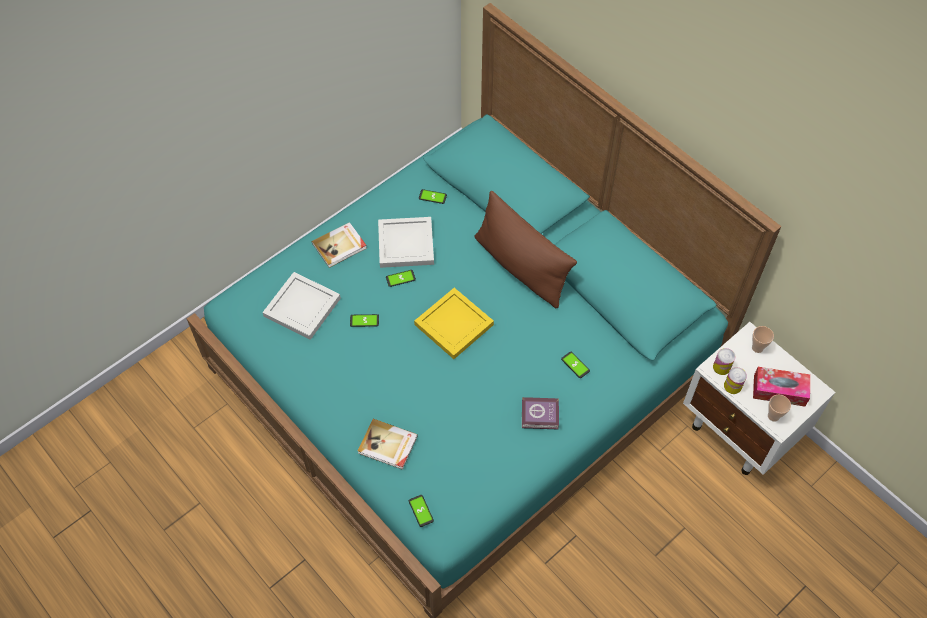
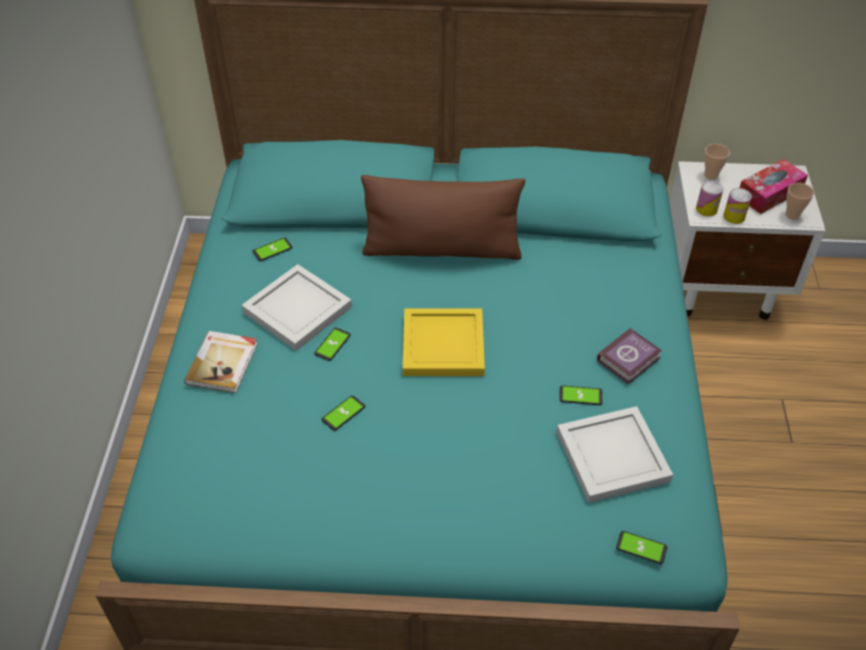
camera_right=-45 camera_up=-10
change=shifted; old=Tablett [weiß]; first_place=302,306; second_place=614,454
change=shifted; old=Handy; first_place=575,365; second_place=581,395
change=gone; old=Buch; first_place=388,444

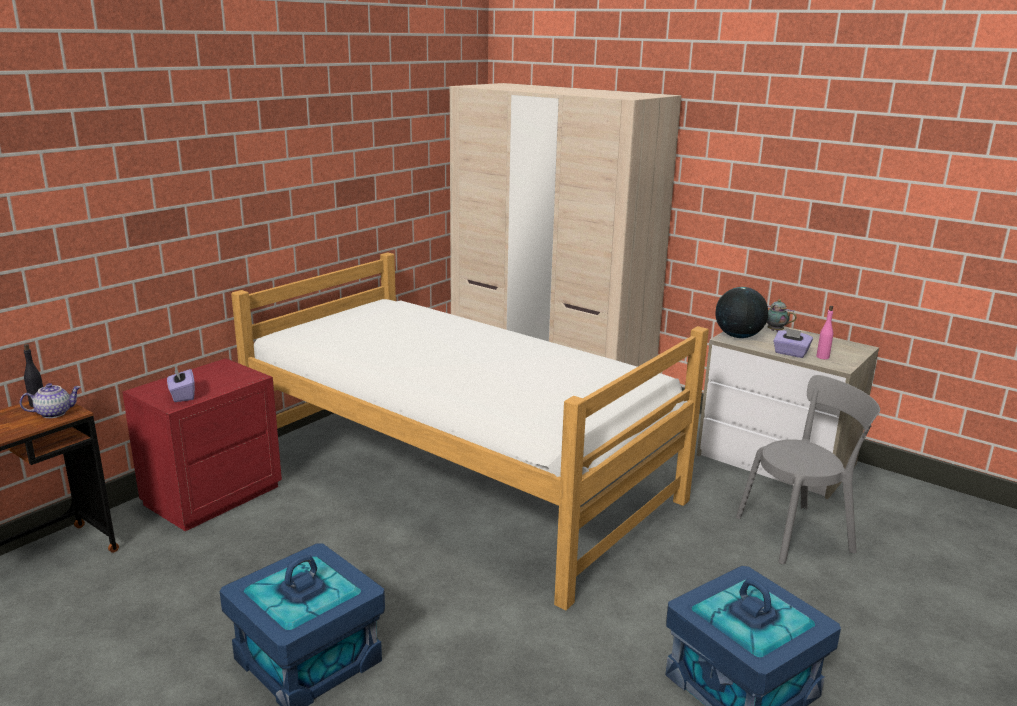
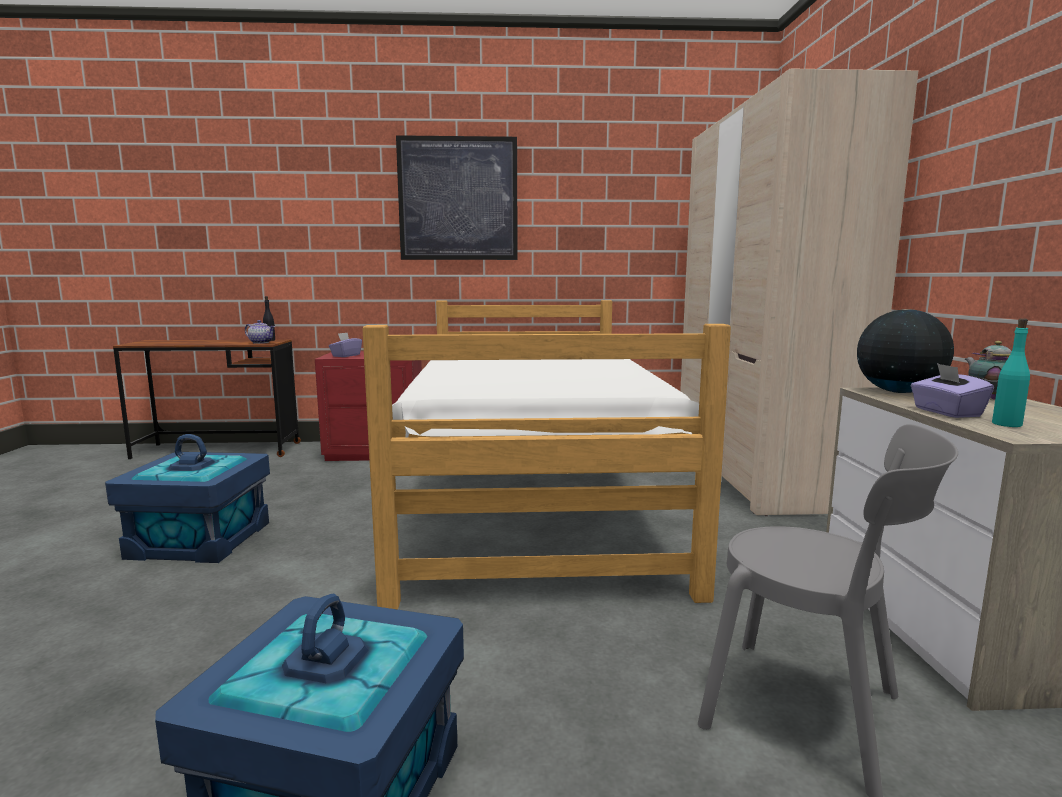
camera_right=50 camera_up=-10
change=new; new=Bild; second_place=457,197
change=repainted; old=Flasche [rosa]; new=Flasche [türkis]; first_place=824,332; second_place=1011,372

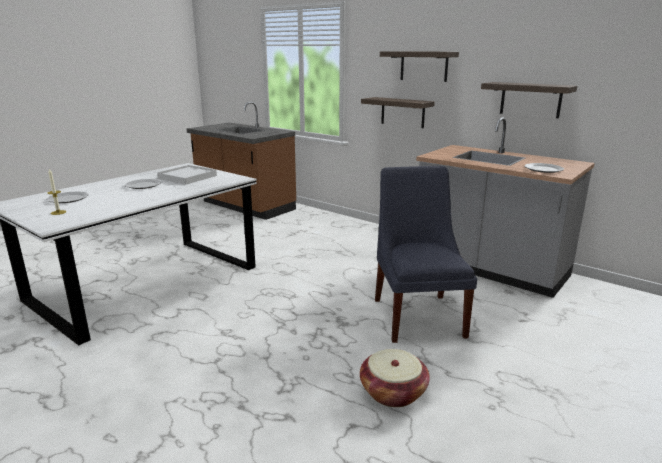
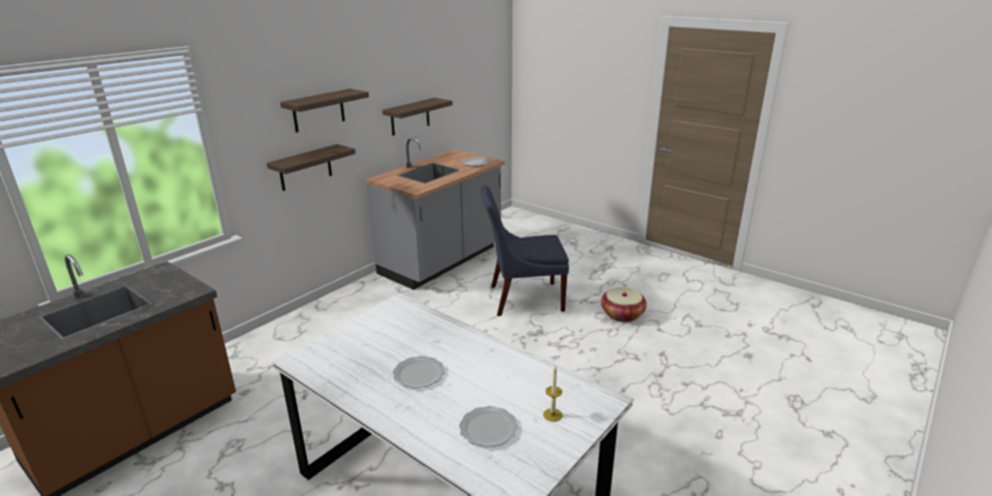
camera_right=-90 camera_up=5
change=gone; old=Tablett [weiß]; first_place=187,175

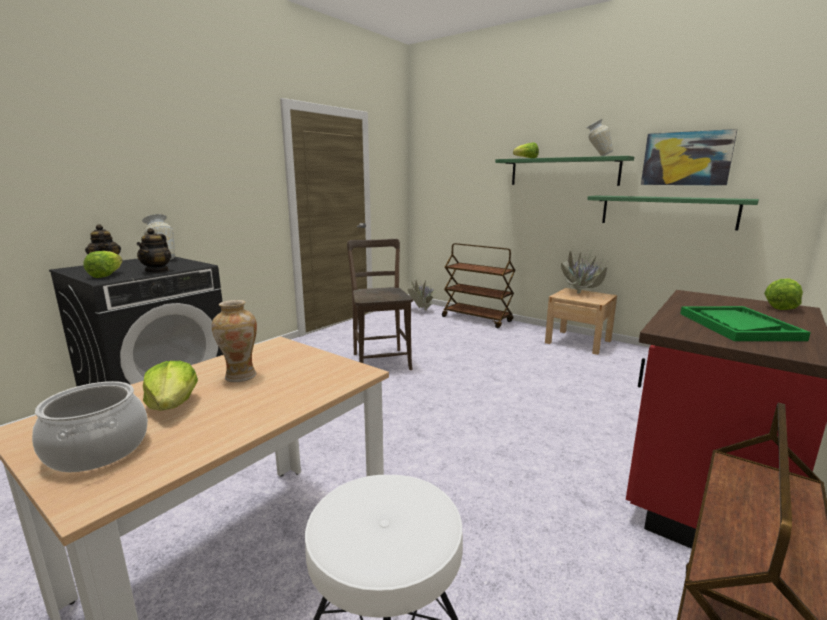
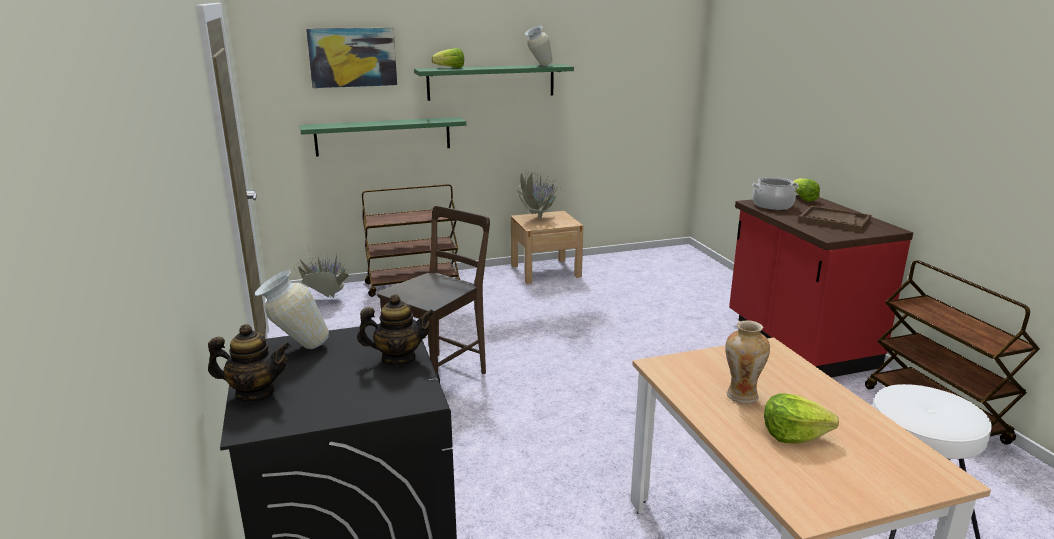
camera_right=-55 camera_up=5
change=shifted; old=Wandregal [grün]; first_place=673,213; second_place=383,136
change=shifted; old=Bild; first_place=689,157; second_place=351,58
change=rotated; old=Teekanne; first_place=153,250; second_place=396,330; degrees=-45
change=rotated; old=Stuhl [braun]; first_place=380,304; second_place=433,290; degrees=105
change=shifted; old=Kochtopf; first_place=90,426; second_place=775,193
change=repainted; old=Tablett [grün]; new=Tablett [braun]; first_place=745,323; second_place=834,219
change=gone; old=Salatkopf; first_place=102,264

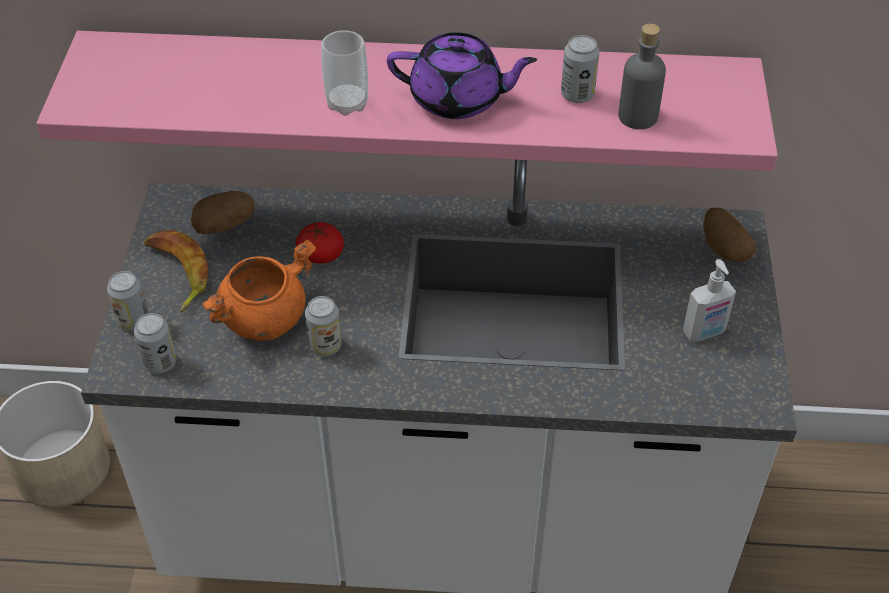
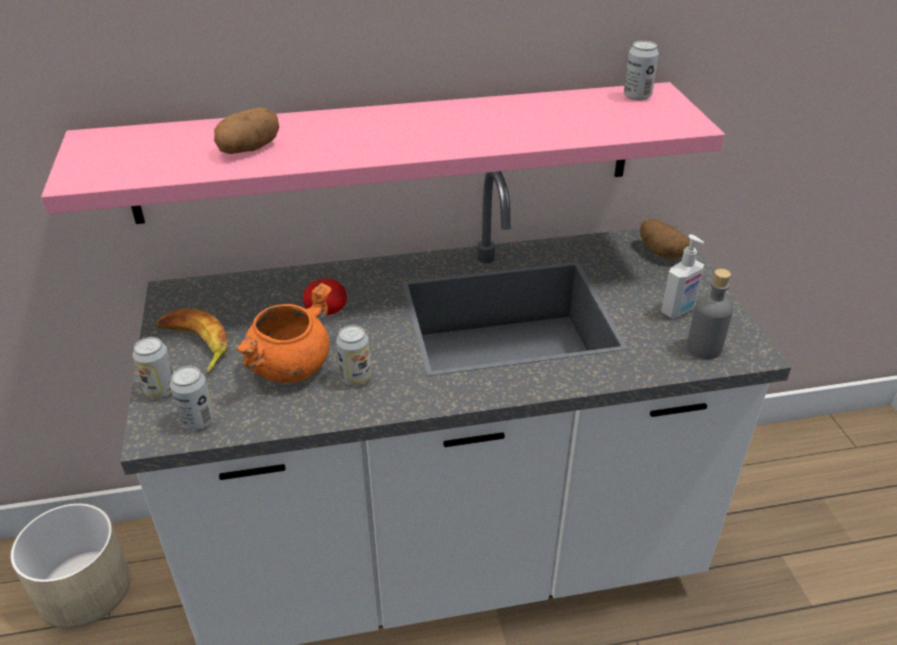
camera_right=-15 camera_up=-10
change=shifted; old=Kartoffel; first_place=223,212; second_place=246,131
change=shifted; old=Dose; first_place=580,69; second_place=641,71
change=shifted; old=Flasche [grau]; first_place=642,76; second_place=710,314
change=gone; old=Tasse; first_place=344,73
change=gone; old=Teekanne [lila]; first_place=462,75

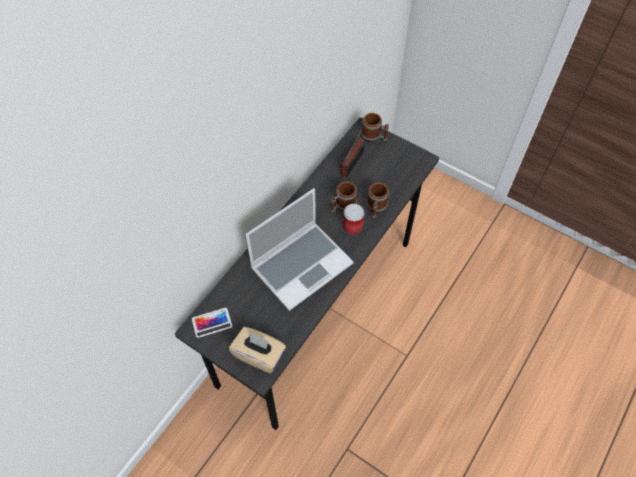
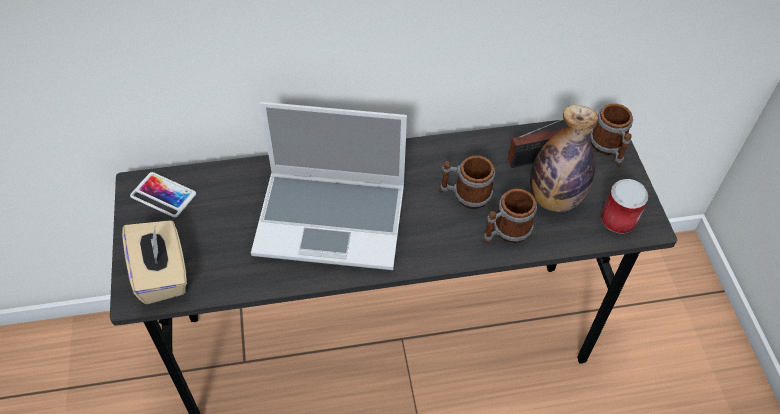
camera_right=45 camera_up=-5
change=new; new=Flasche; second_place=564,158
change=shifted; old=Dose; first_place=354,219; second_place=625,206

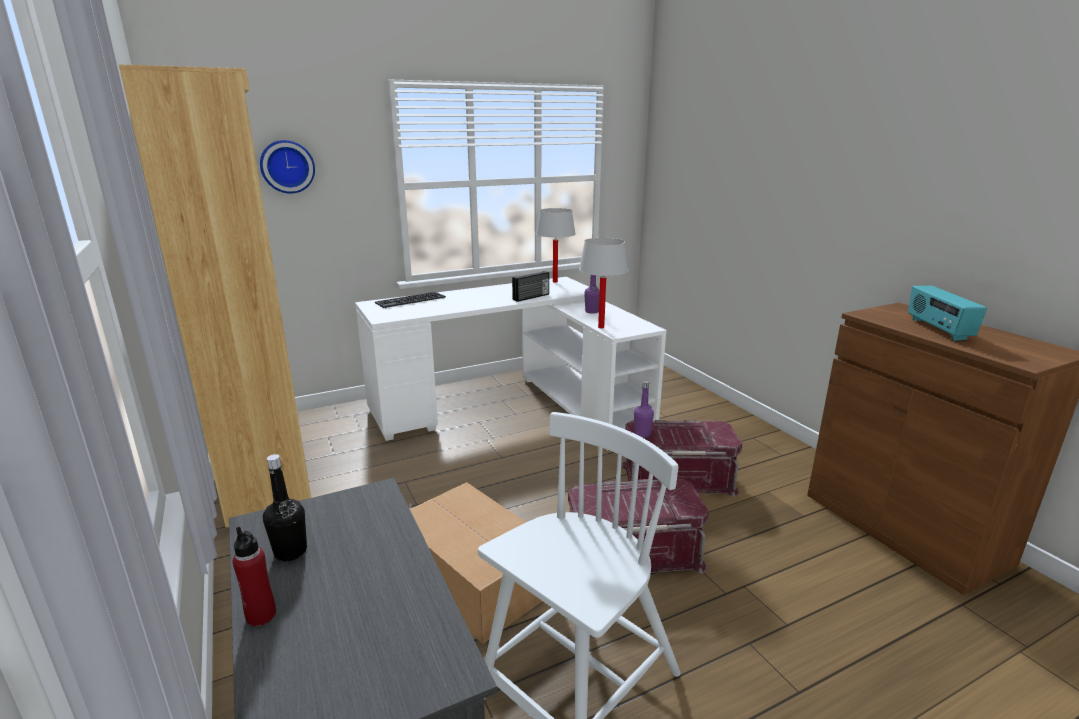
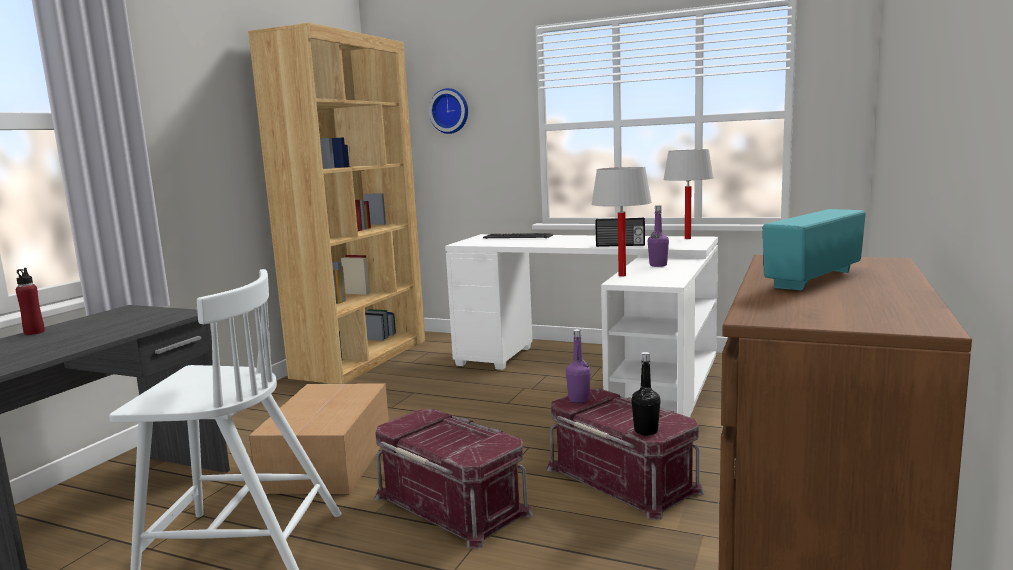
camera_right=50 camera_up=-10
change=shifted; old=Flasche [schwarz]; first_place=285,507; second_place=646,393

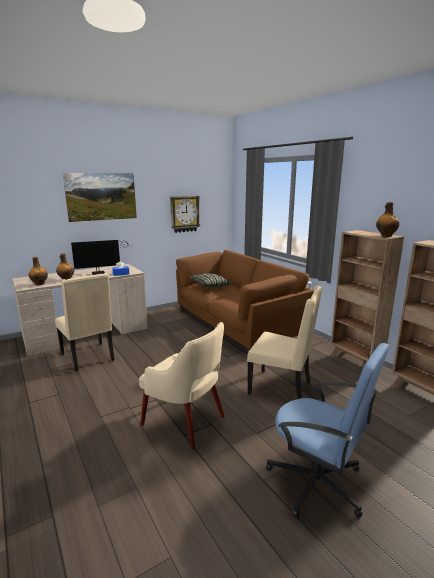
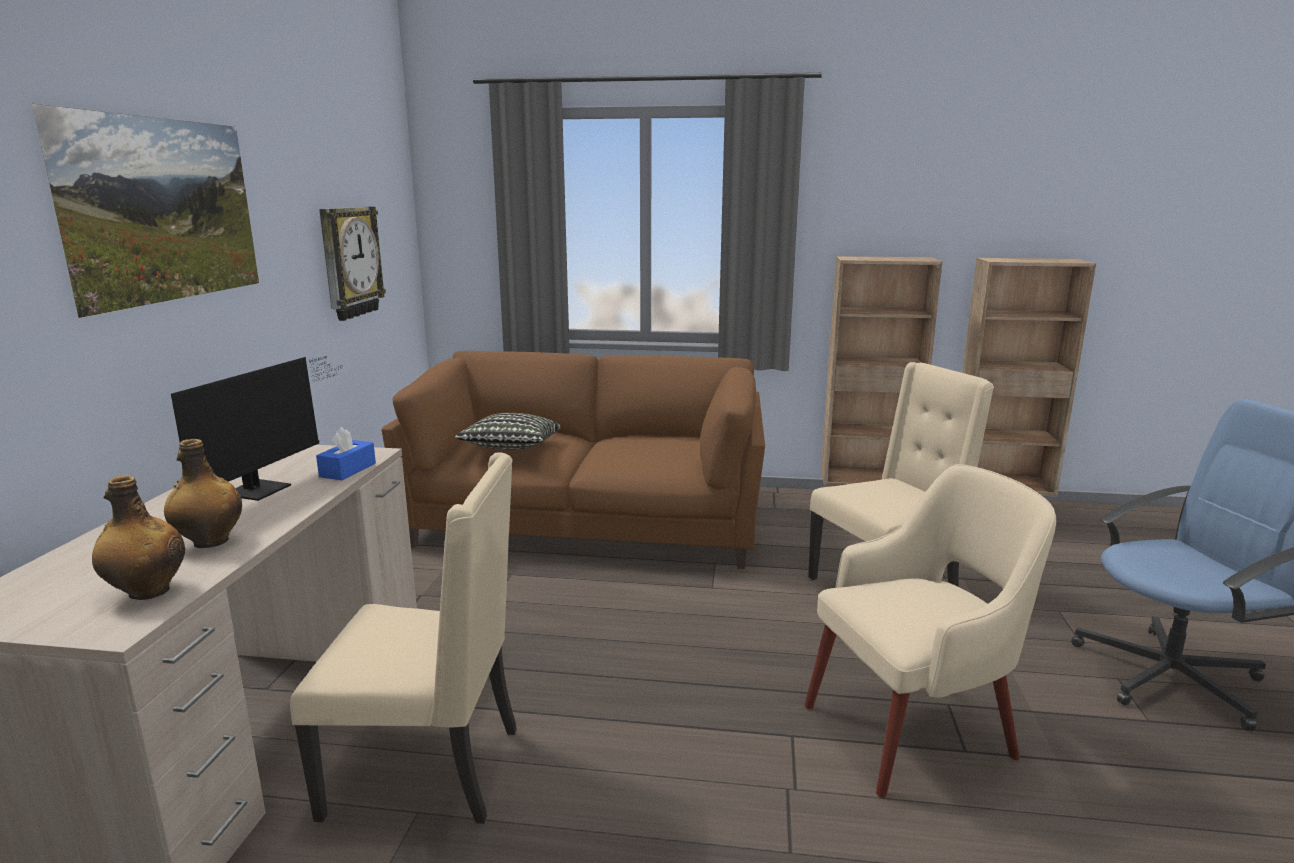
camera_right=-50 camera_up=0
change=gone; old=Flasche; first_place=387,219

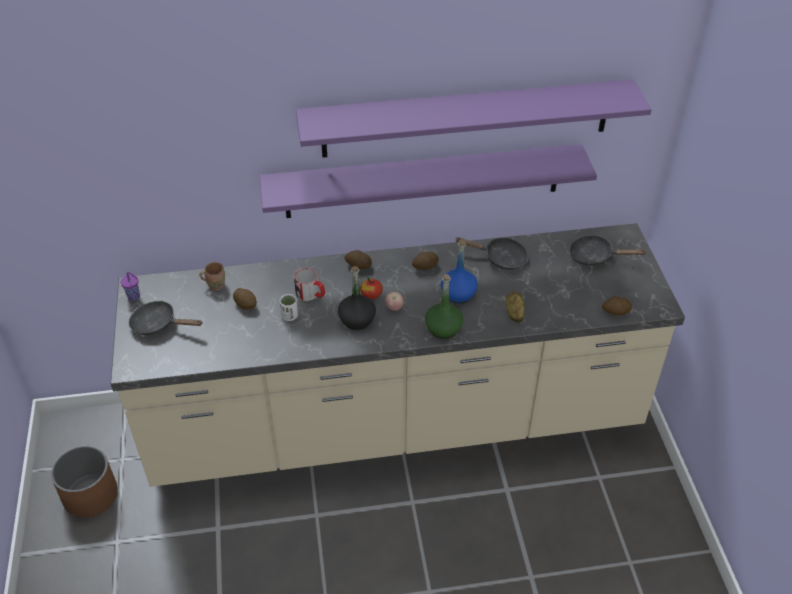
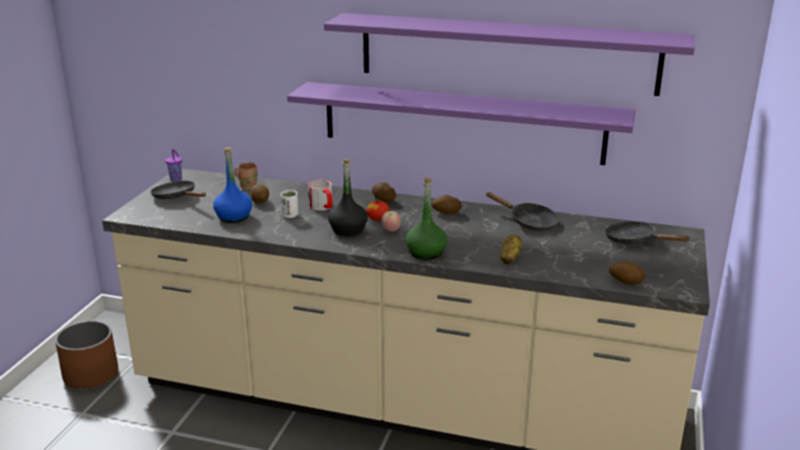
camera_right=25 camera_up=-20
change=shifted; old=Flasche [blau]; first_place=459,271; second_place=232,185

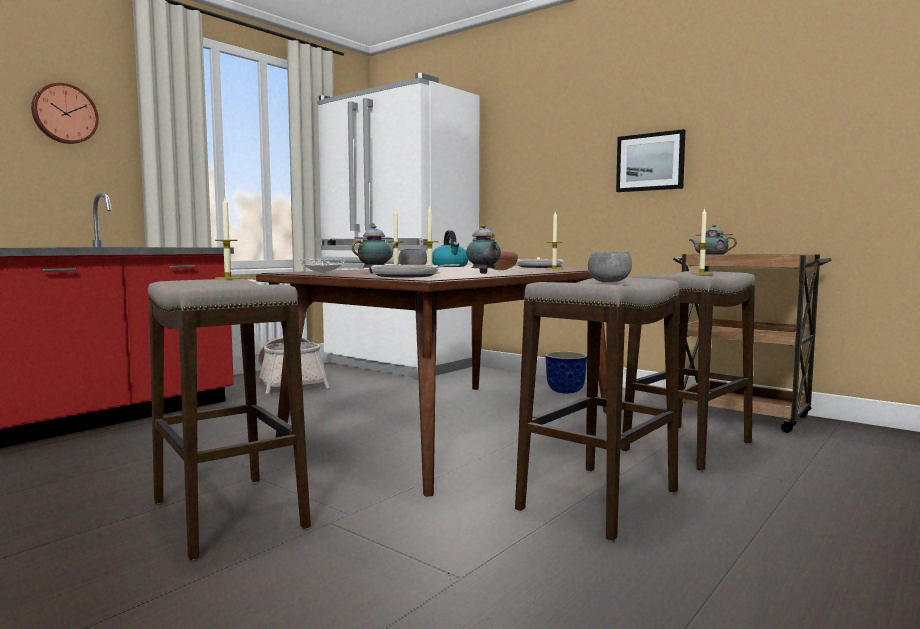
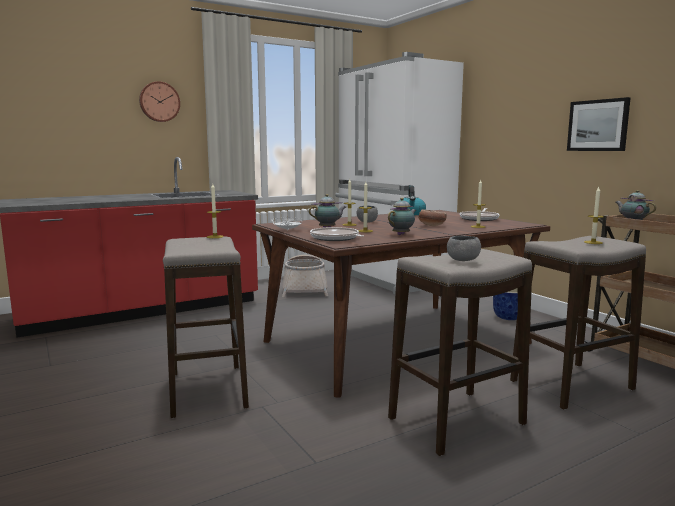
camera_right=20 camera_up=5
change=rotated; old=Teekanne; first_place=483,249; second_place=402,216; degrees=-135

